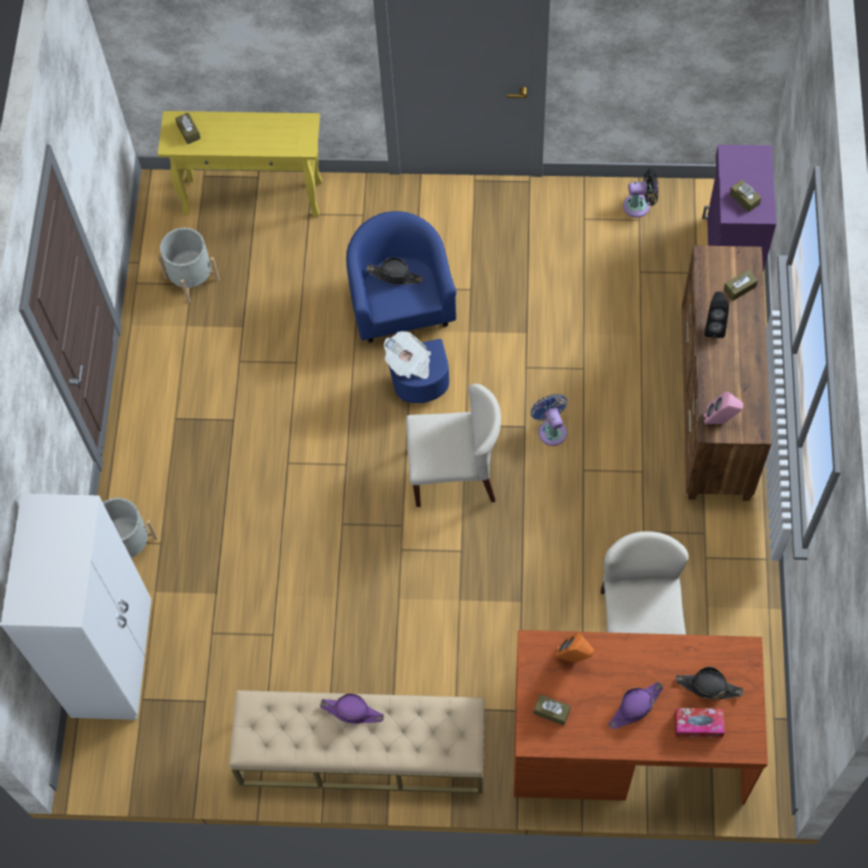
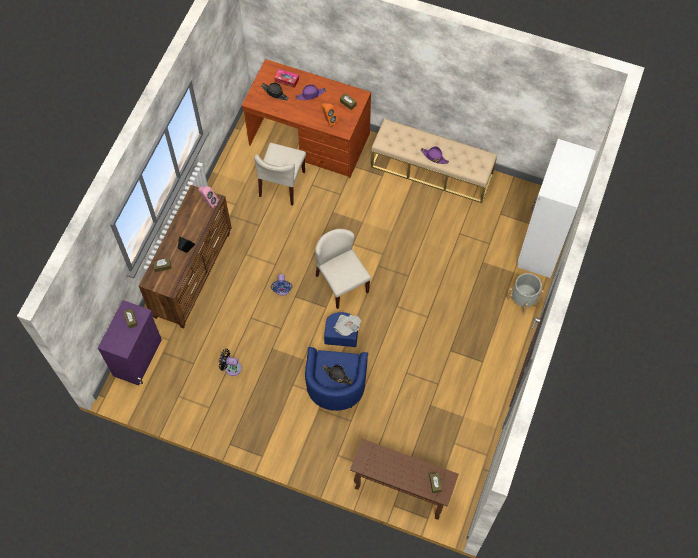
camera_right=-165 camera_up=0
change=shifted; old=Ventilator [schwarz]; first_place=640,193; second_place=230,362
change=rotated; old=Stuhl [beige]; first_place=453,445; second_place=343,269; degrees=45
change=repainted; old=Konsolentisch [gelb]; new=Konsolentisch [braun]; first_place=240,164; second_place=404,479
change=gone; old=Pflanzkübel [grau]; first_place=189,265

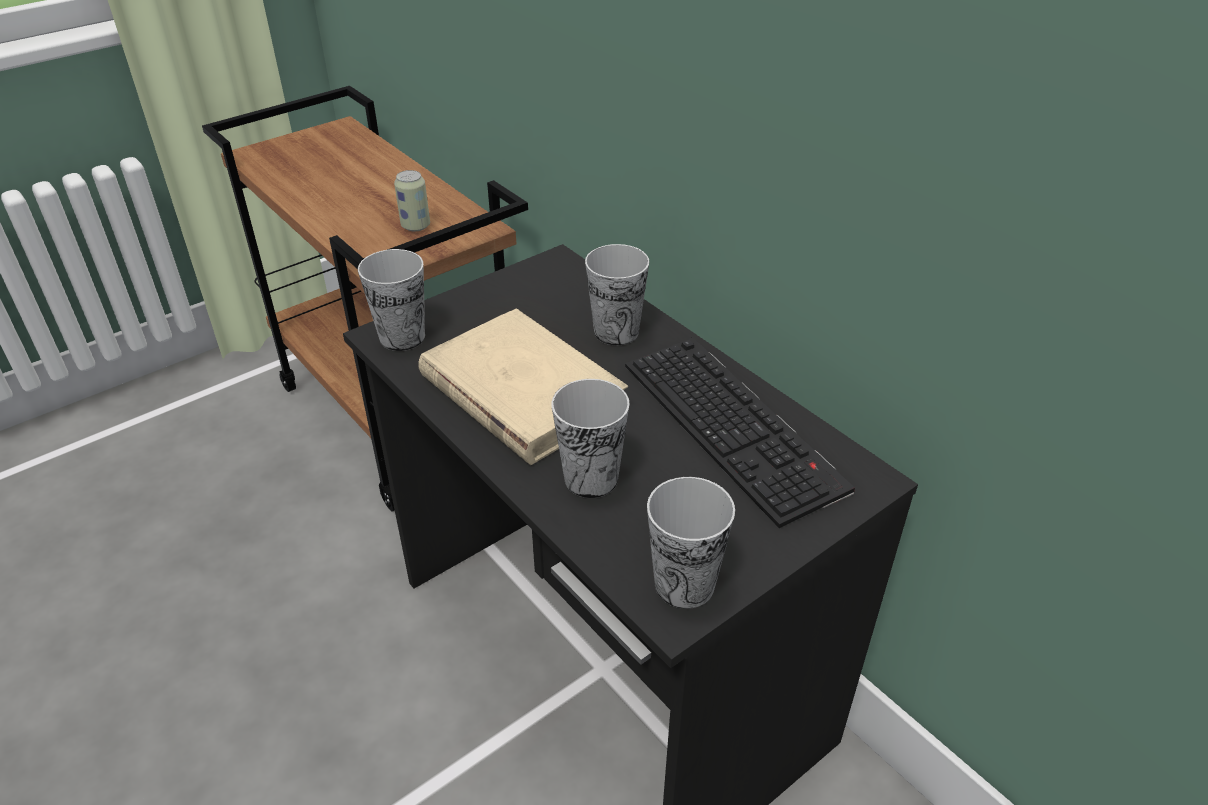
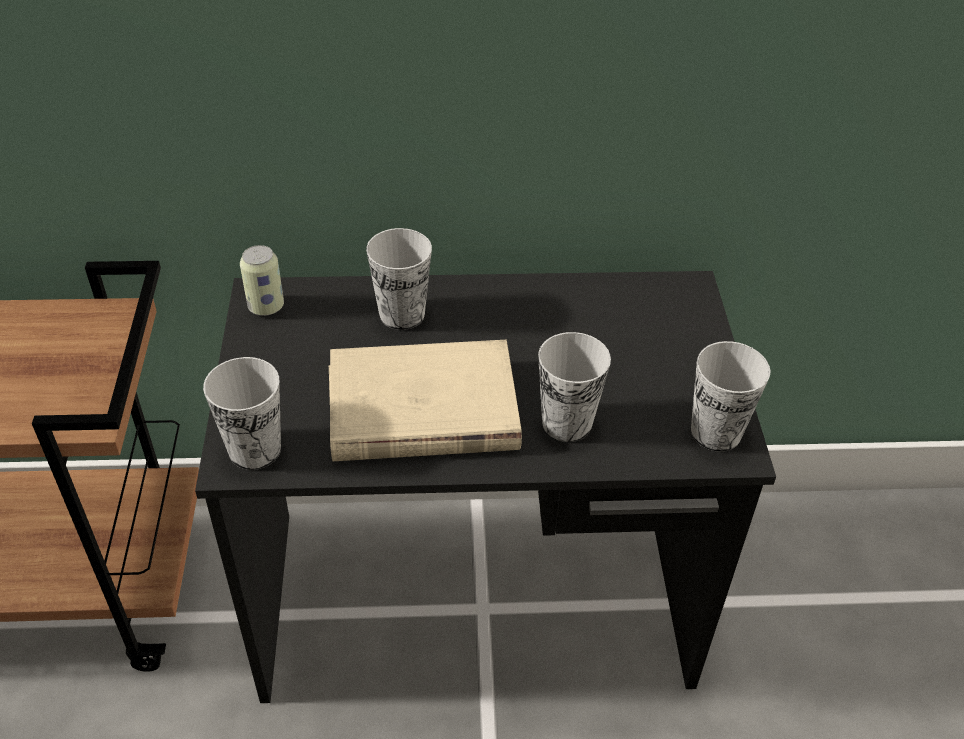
camera_right=-55 camera_up=5
change=shifted; old=Dose; first_place=412,200; second_place=262,280
change=gone; old=Tastatur; first_place=740,433

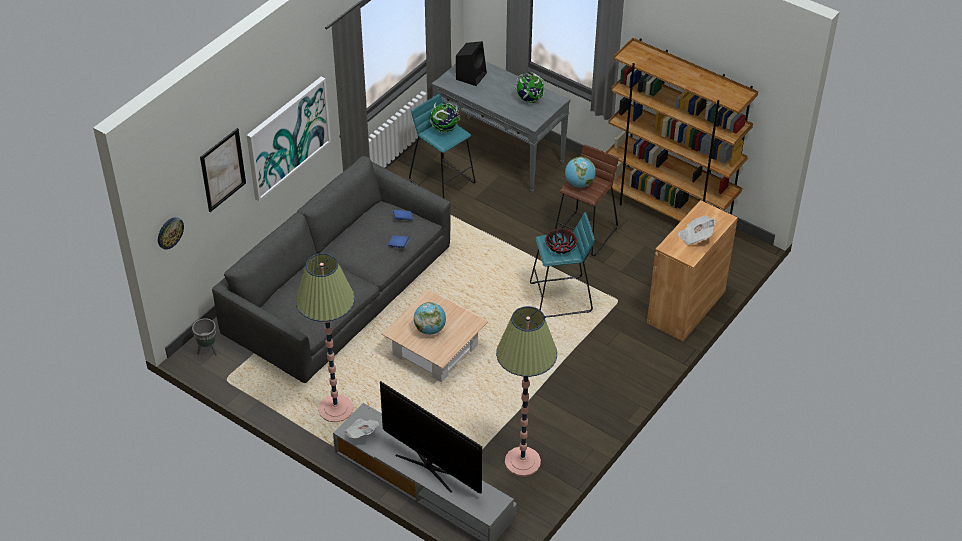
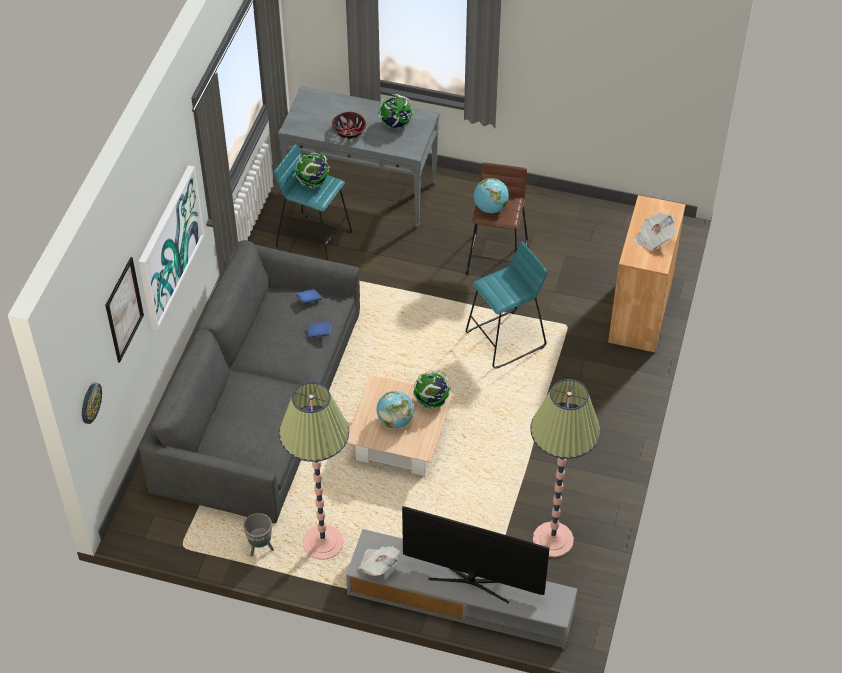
camera_right=-20 camera_up=5
change=shifted; old=Pflanzkübel [grau]; first_place=204,336; second_place=258,535
change=shifted; old=Schüssel; first_place=561,241; second_place=349,125
change=new; new=Globus; second_place=432,391
change=gone; old=Lautsprecher [schwarz]; first_place=471,63
change=gone; old=Bücherregal [braun]; first_place=682,130

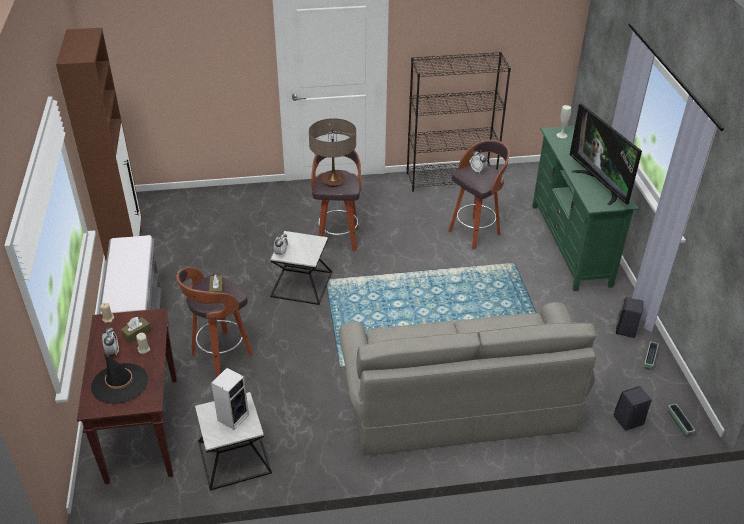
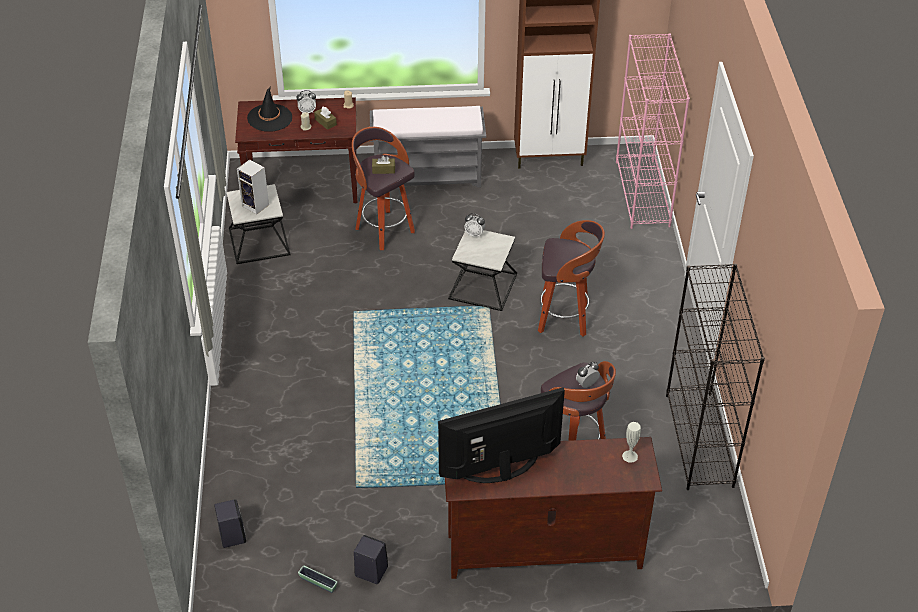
camera_right=95 camera_up=5
change=repainted; old=Fernsehschrank [grün]; new=Fernsehschrank [braun]; first_place=585,208; second_place=553,508
change=new; new=Bücherregal [rosa]; second_place=653,131
change=gone; old=Tischlampe; first_place=332,152
change=gone; old=Sofa [grau]; first_place=468,379
change=gone; old=Pflanzkübel; first_place=681,420

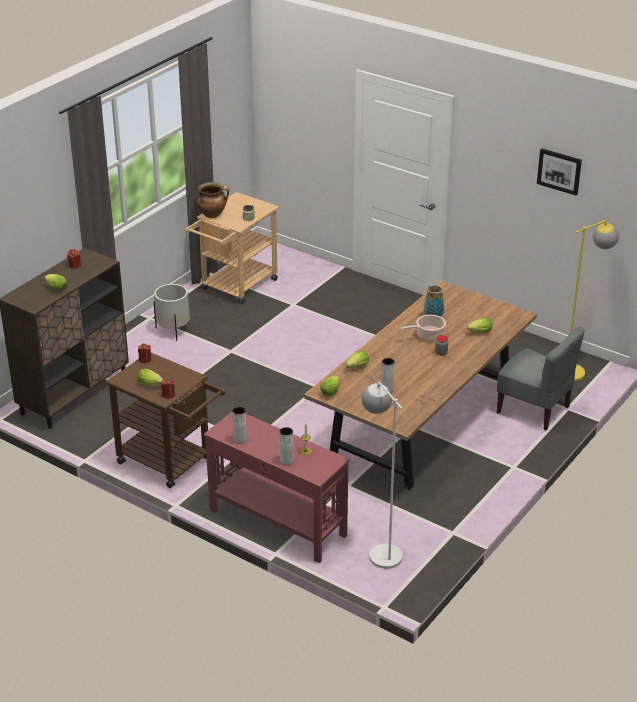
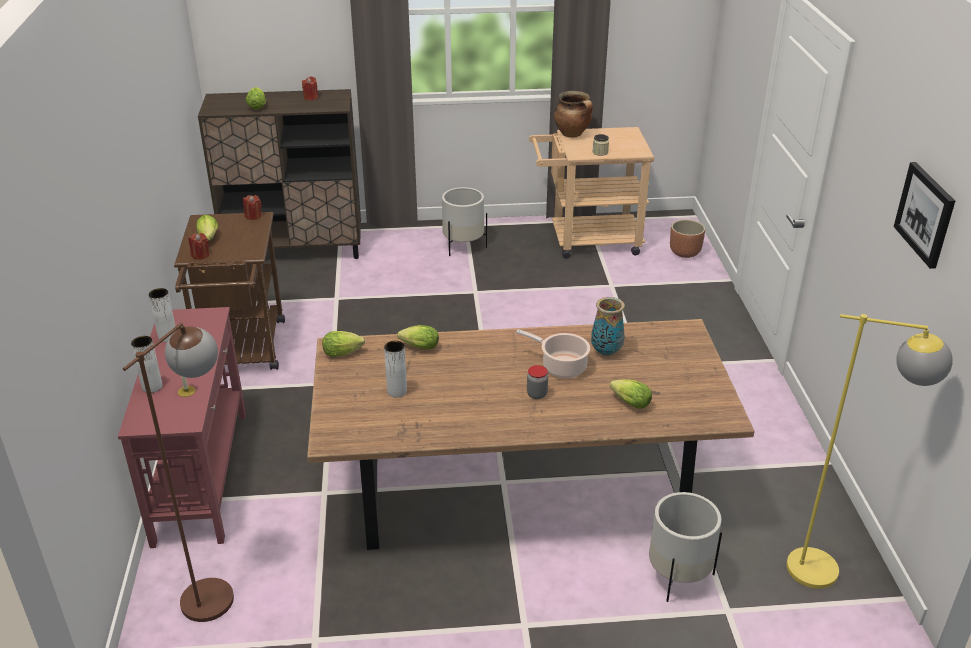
camera_right=50 camera_up=0
change=repainted; old=Stehlampe [weiß]; new=Stehlampe [braun]; first_place=382,475; second_place=178,472
change=swapped; old=Stuhl [grau]; new=Pflanzkübel [weiß]; first_place=540,379; second_place=685,547
change=new; new=Pflanzkübel [braun]; second_place=687,238

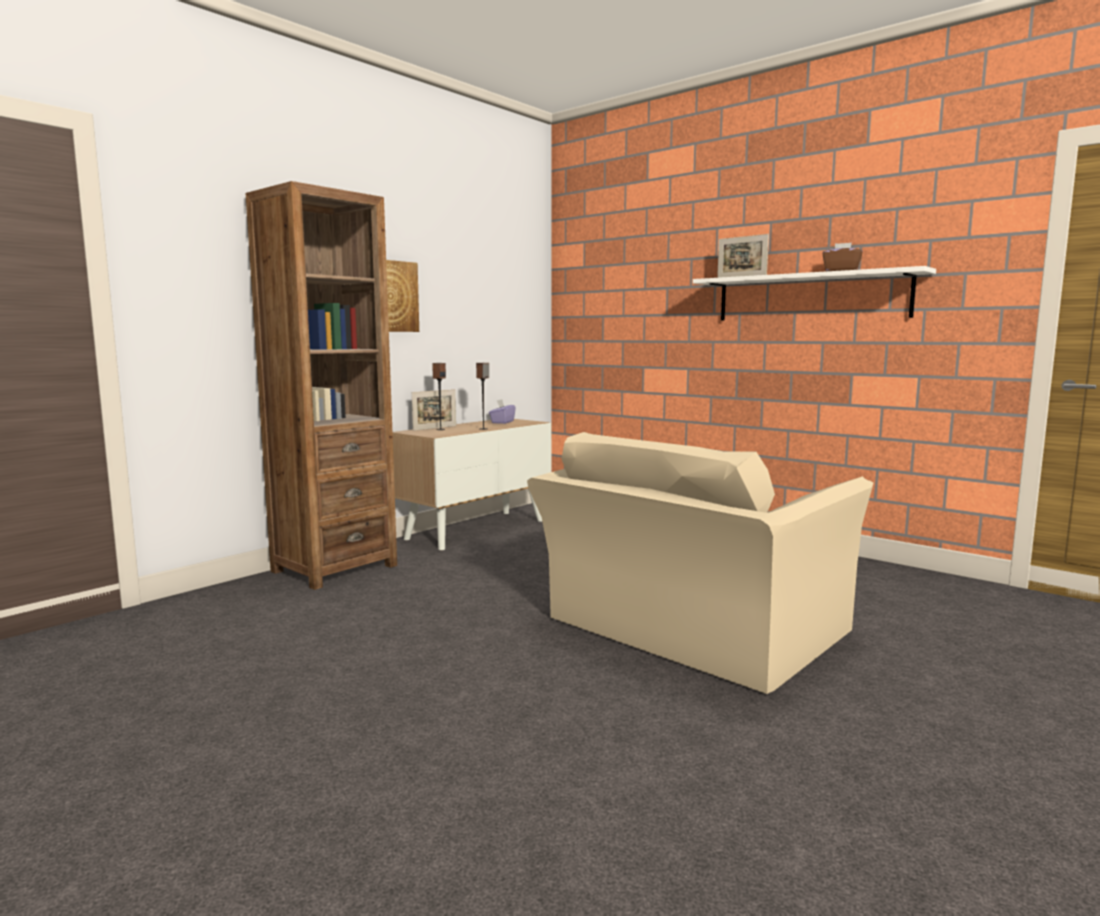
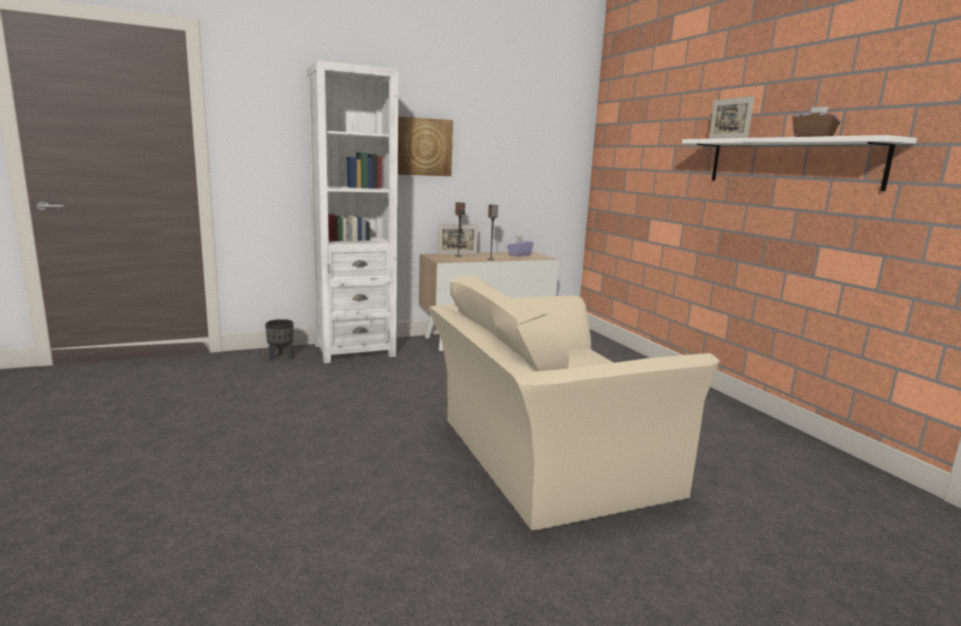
camera_right=25 camera_up=5
change=new; new=Pflanzkübel [schwarz]; second_place=279,340
change=repainted; old=Bücherregal [braun]; new=Bücherregal [weiß]; first_place=321,385; second_place=353,212

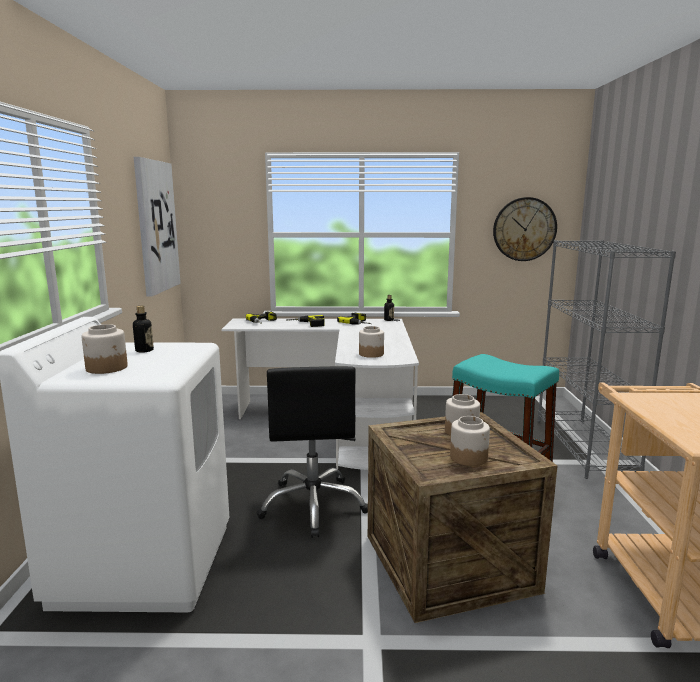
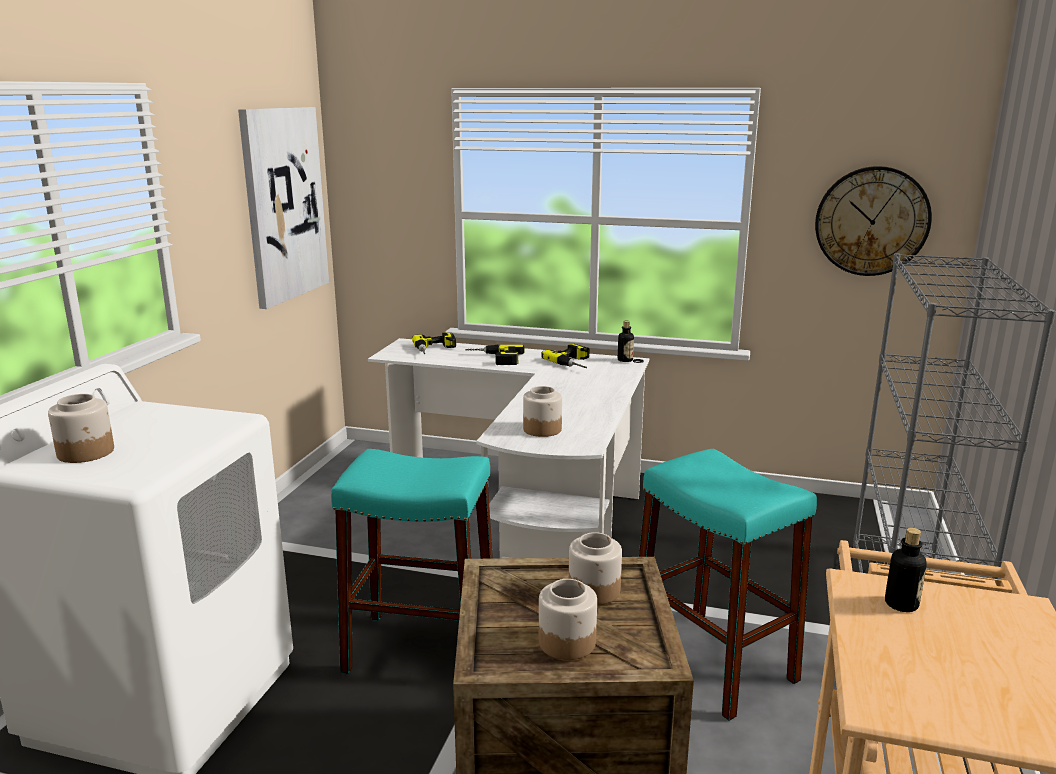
camera_right=15 camera_up=5
change=swapped; old=Bürostuhl [schwarz]; new=Hocker [türkis]; first_place=312,452; second_place=412,561
change=shifted; old=Flasche; first_place=143,329; second_place=906,570

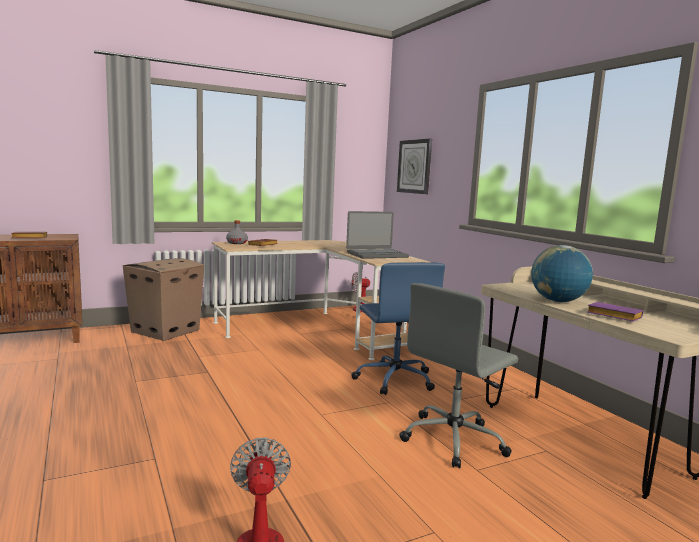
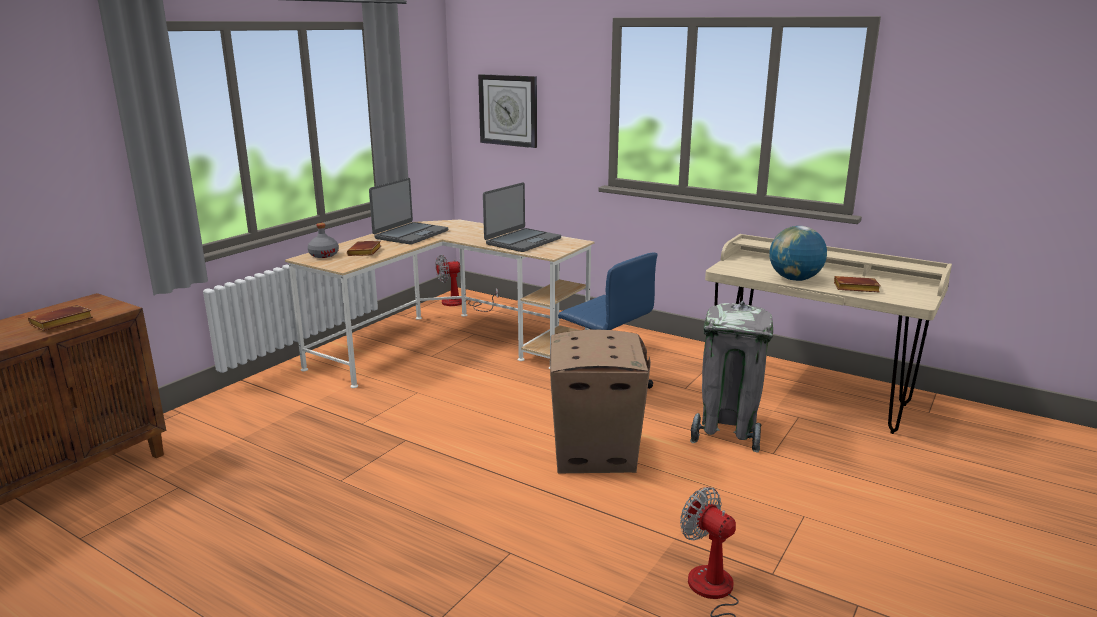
camera_right=-30 camera_up=10
change=new; new=Laptop; second_place=408,211
change=shifted; old=Karton; first_place=163,299; second_place=600,401
change=swapped; old=Bürostuhl [grau]; new=Mülleimer [grau]; first_place=458,375; second_place=731,377
change=repainted; old=Buch [lila]; new=Buch [braun]; first_place=615,312; second_place=857,284

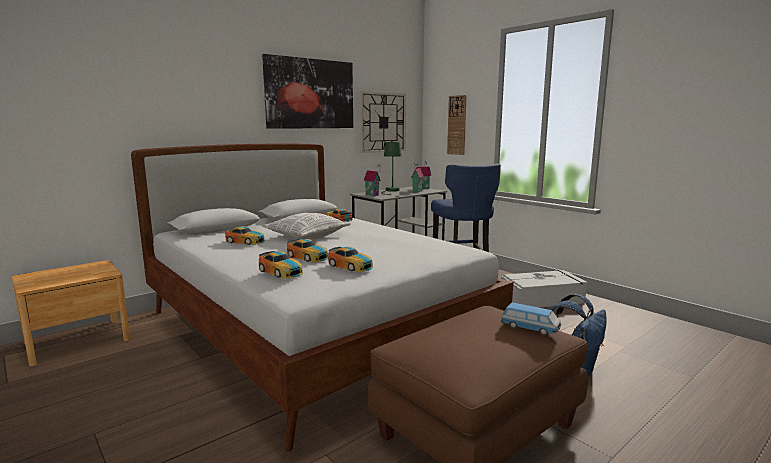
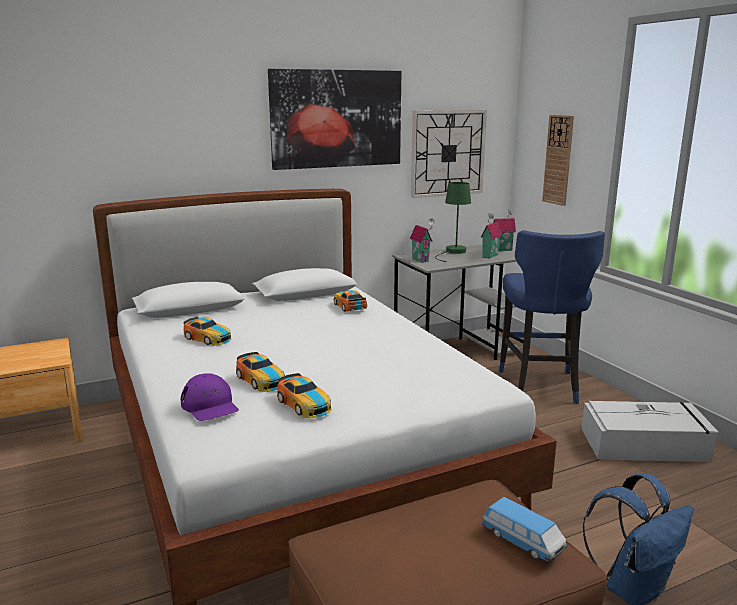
camera_right=15 camera_up=5
change=swapped; old=Spielzeugauto; new=Kappe [lila]; first_place=281,265; second_place=210,397
change=gone; old=Kissen; first_place=306,226

